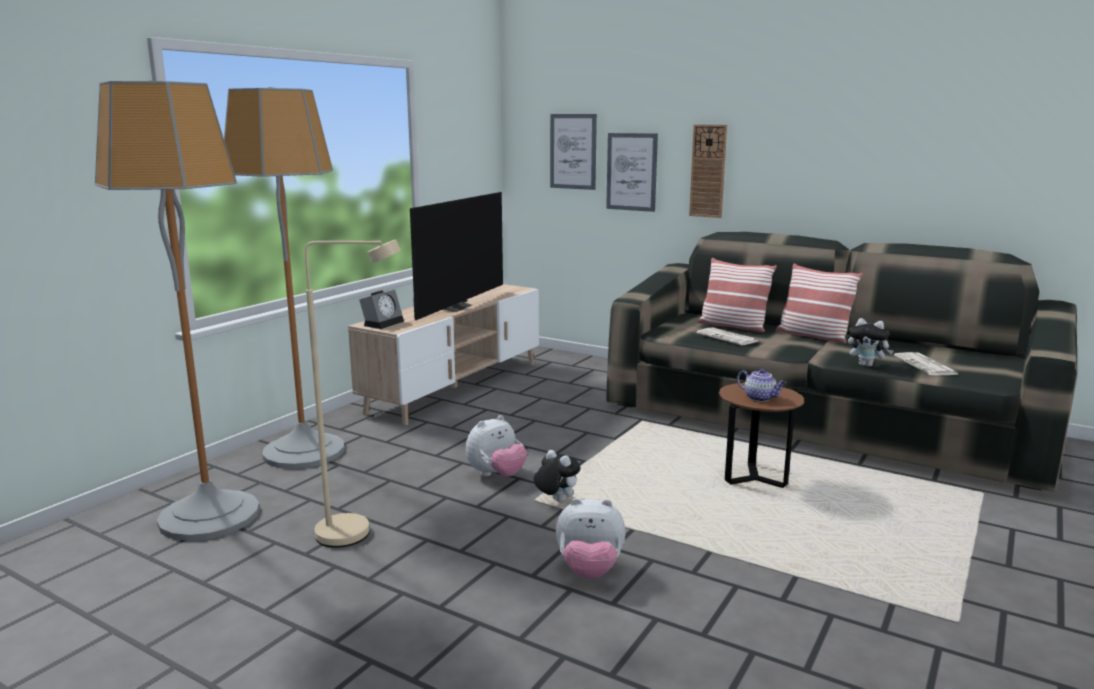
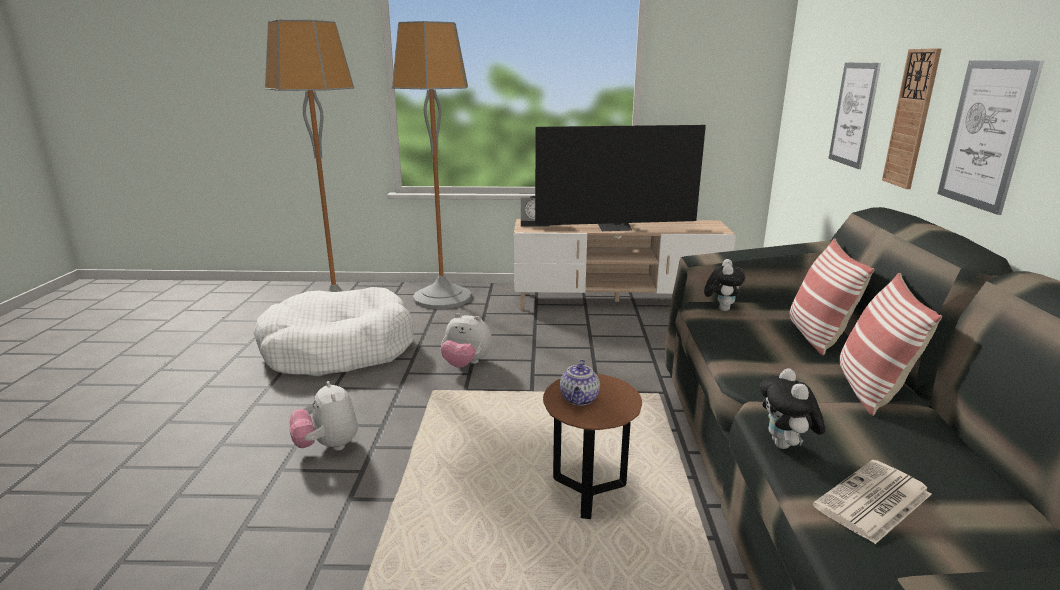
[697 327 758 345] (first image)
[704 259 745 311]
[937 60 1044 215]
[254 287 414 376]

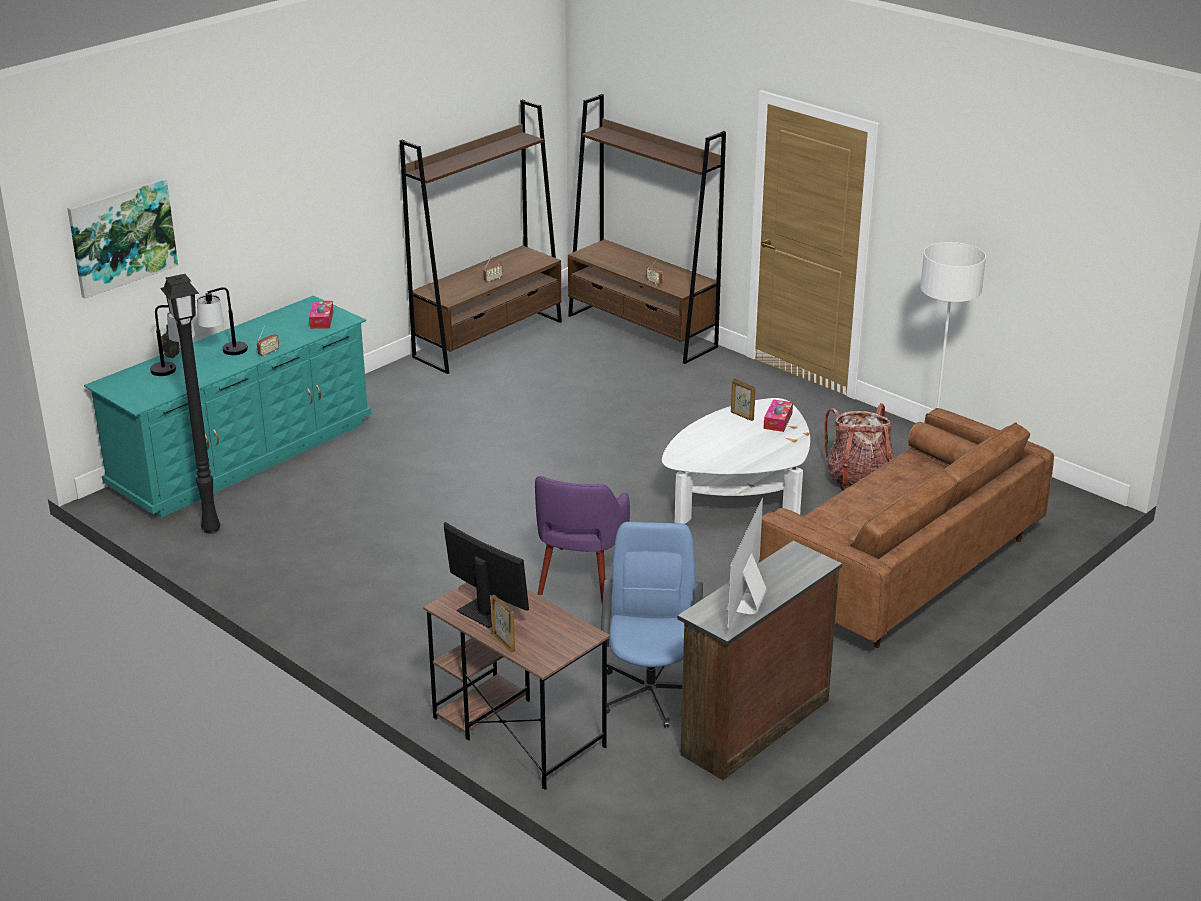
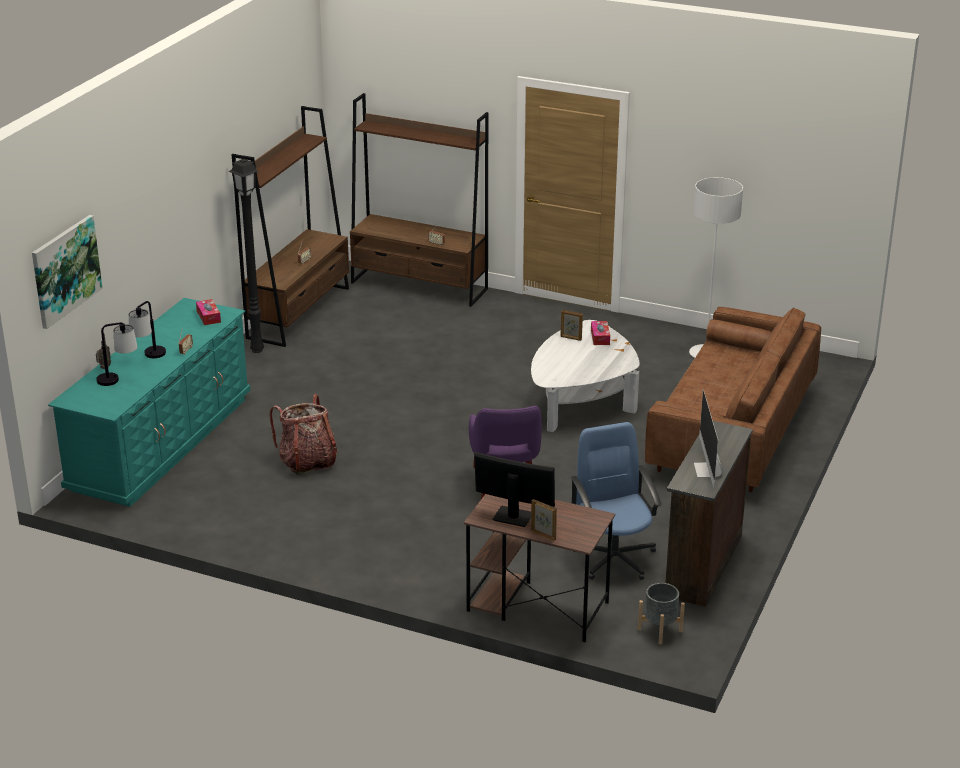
[638 583 685 644]
[228 159 264 353]
[270 394 338 475]

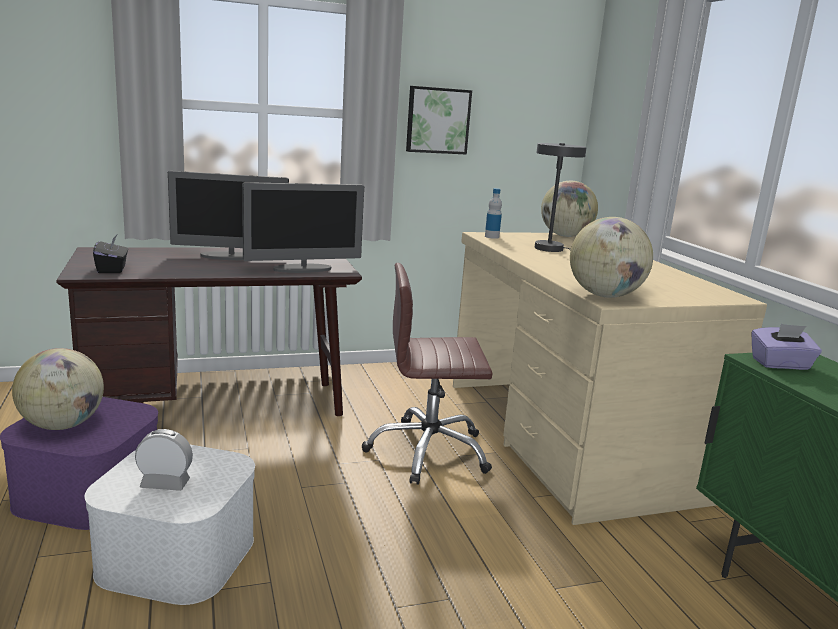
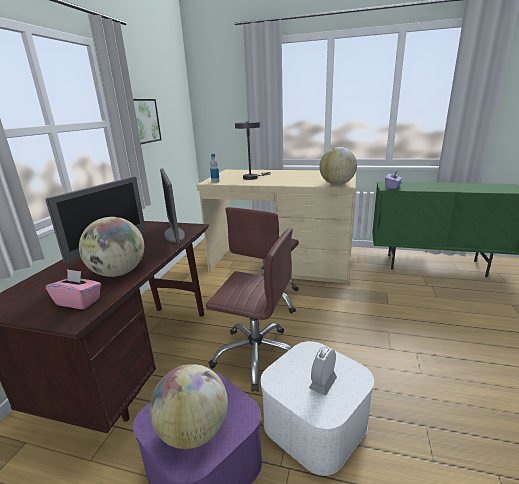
[206 228 293 392]
[79 217 144 277]
[46 269 101 309]
[160 169 185 243]

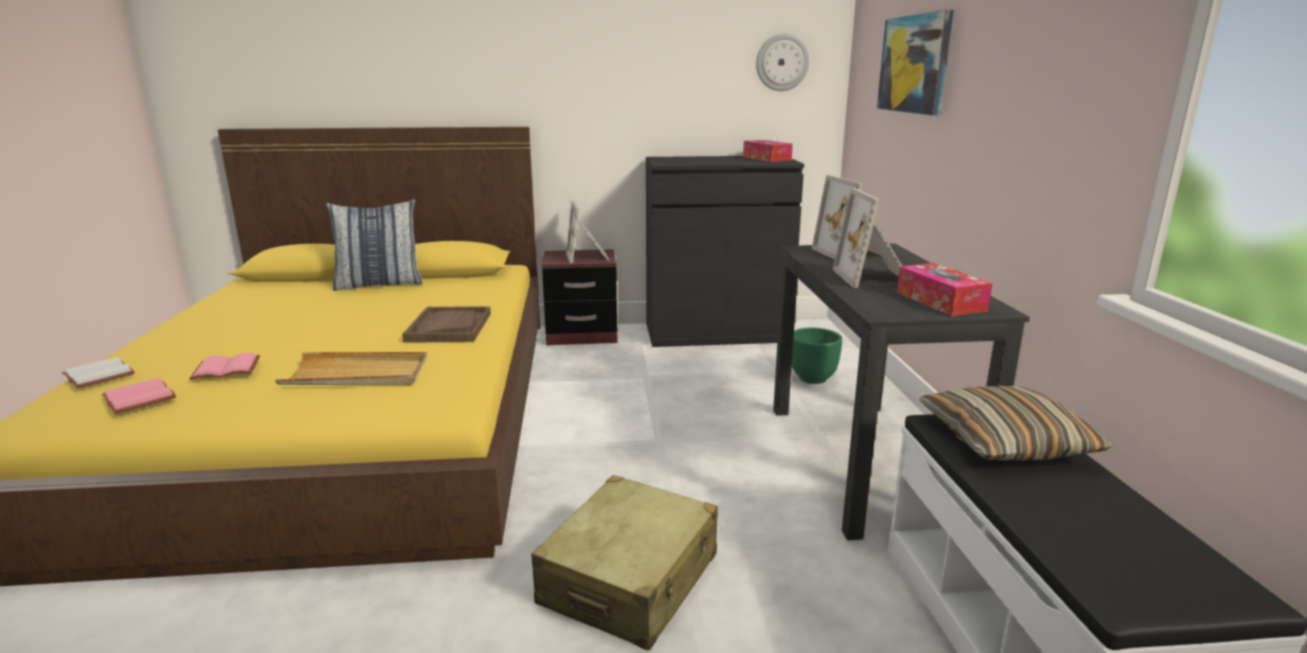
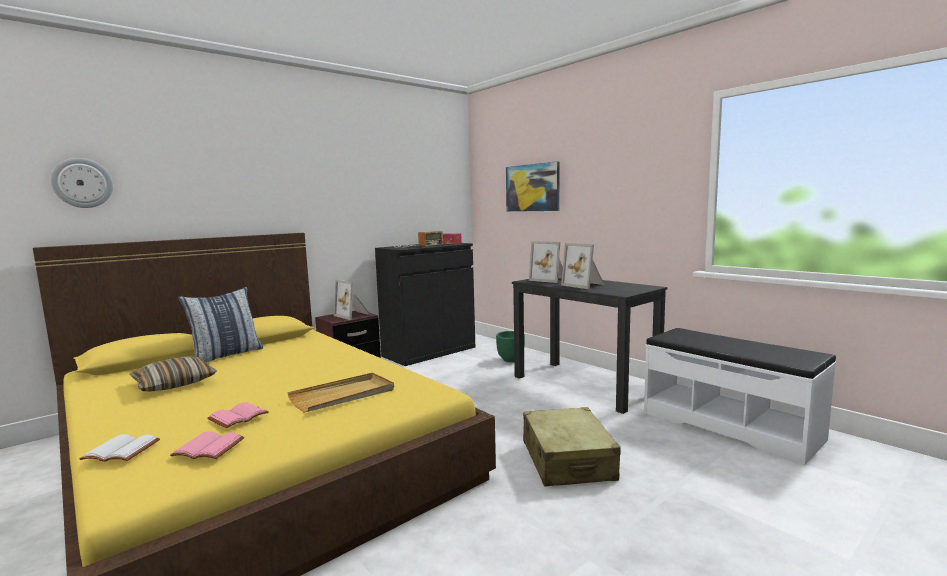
[402 306 491 343] (first image)
[897 263 993 316] (first image)
[394 231 443 248]
[50 158 113 208]
[129 356 216 392]

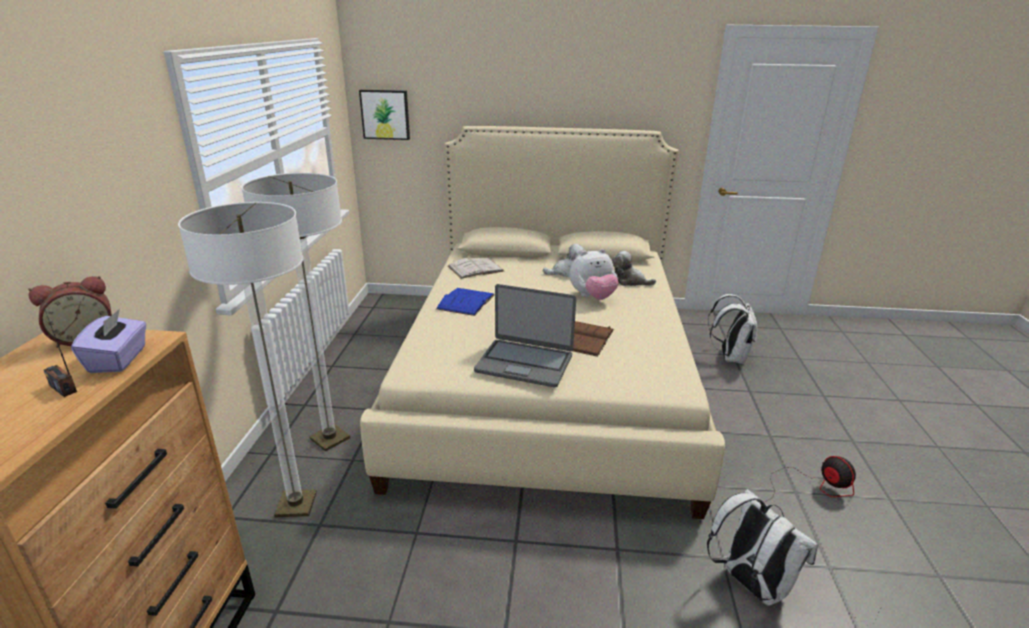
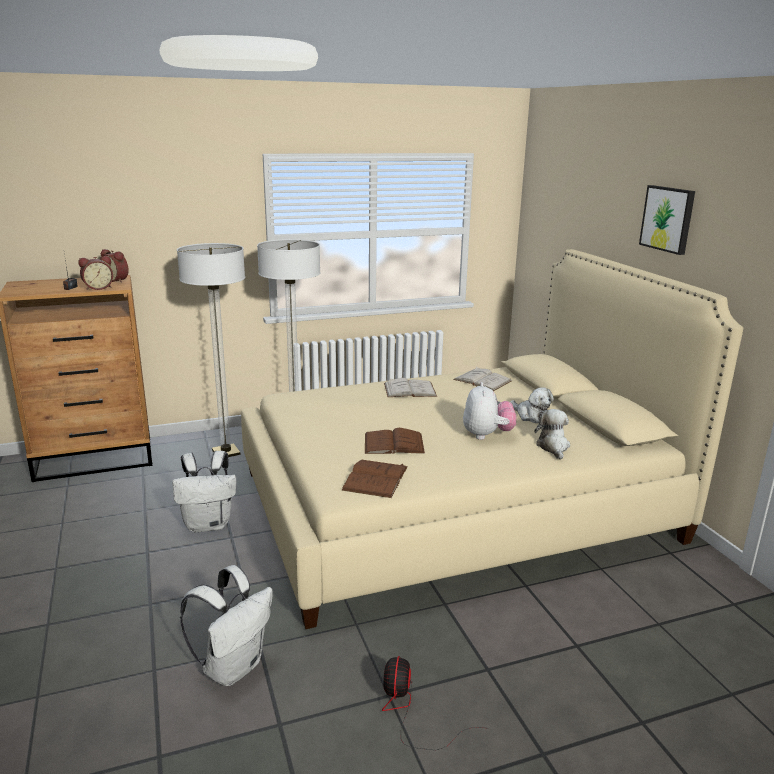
[474 284 576 387] (first image)
[342 459 408 498]
[639 185 695 255]
[172 451 237 533]
[78 256 113 290]
[384 378 437 397]
[463 382 516 440]
[382 656 484 750]

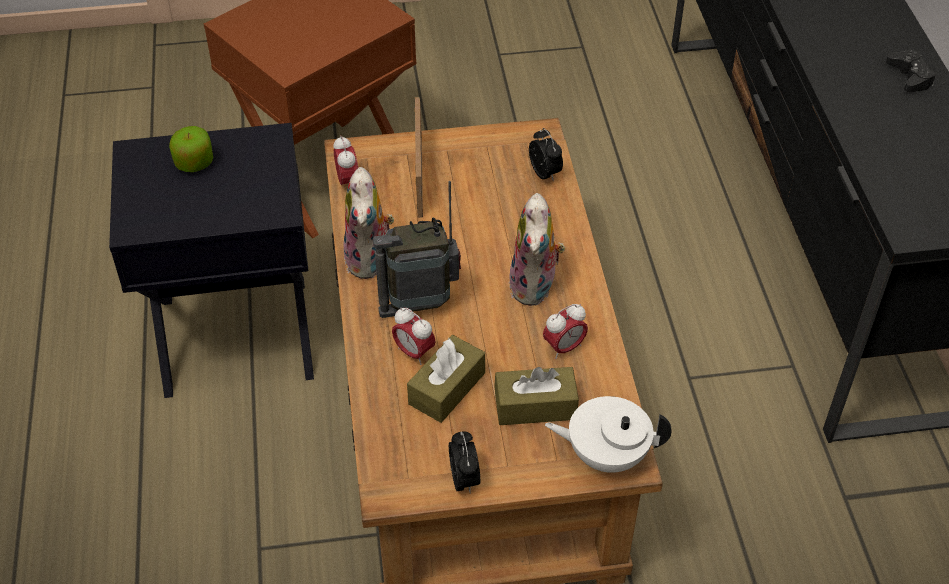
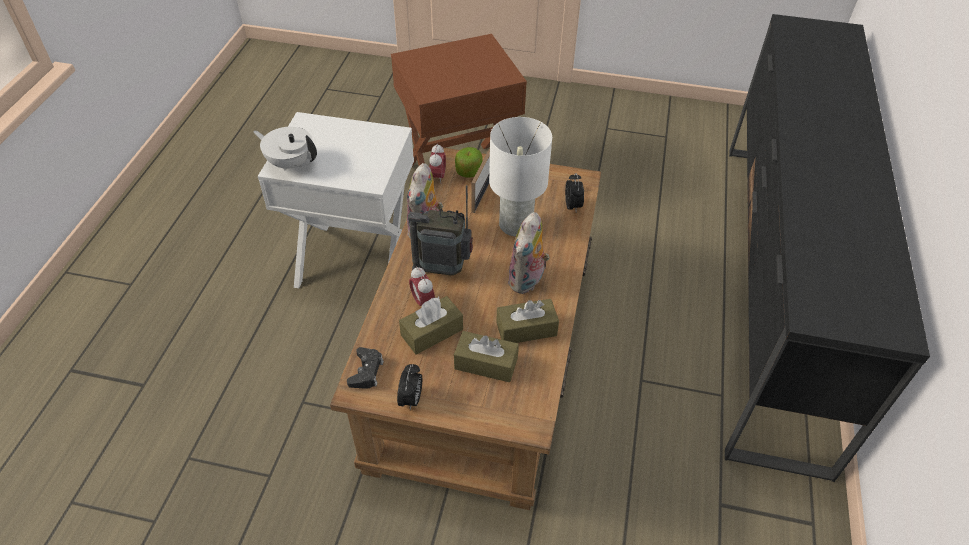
[489 117 552 236]
[455 147 483 178]
[253 127 317 171]
[347 347 384 389]
[496 299 559 343]
[258 112 414 288]

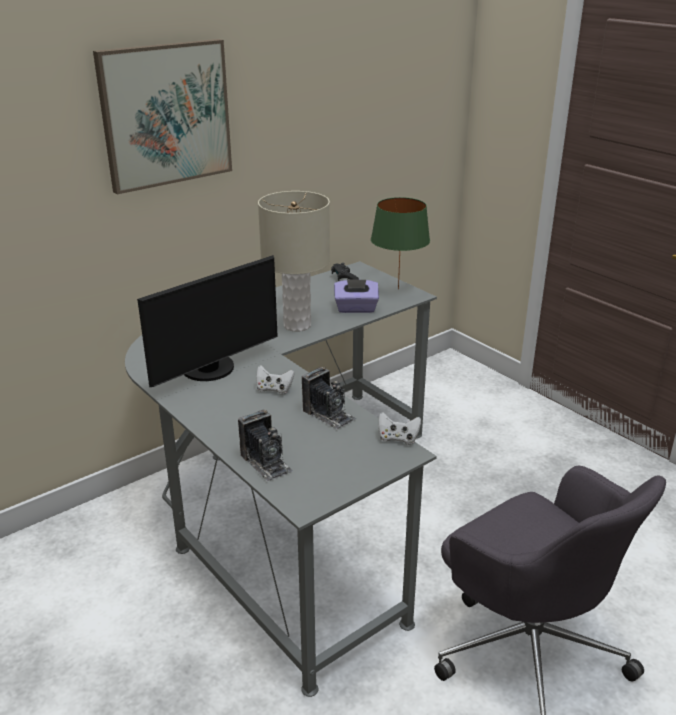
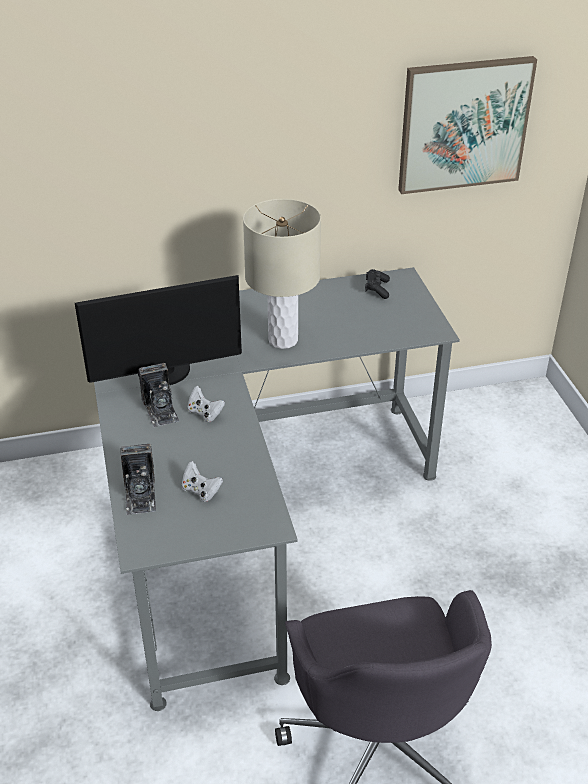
[334 279 379 313] (first image)
[371 197 430 289] (first image)
[398 56 537 194]
[138 363 179 427]
[182 461 223 502]

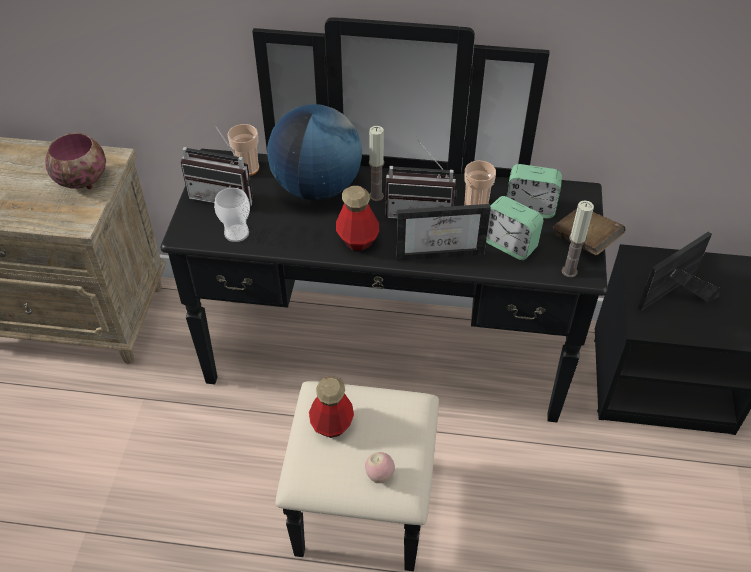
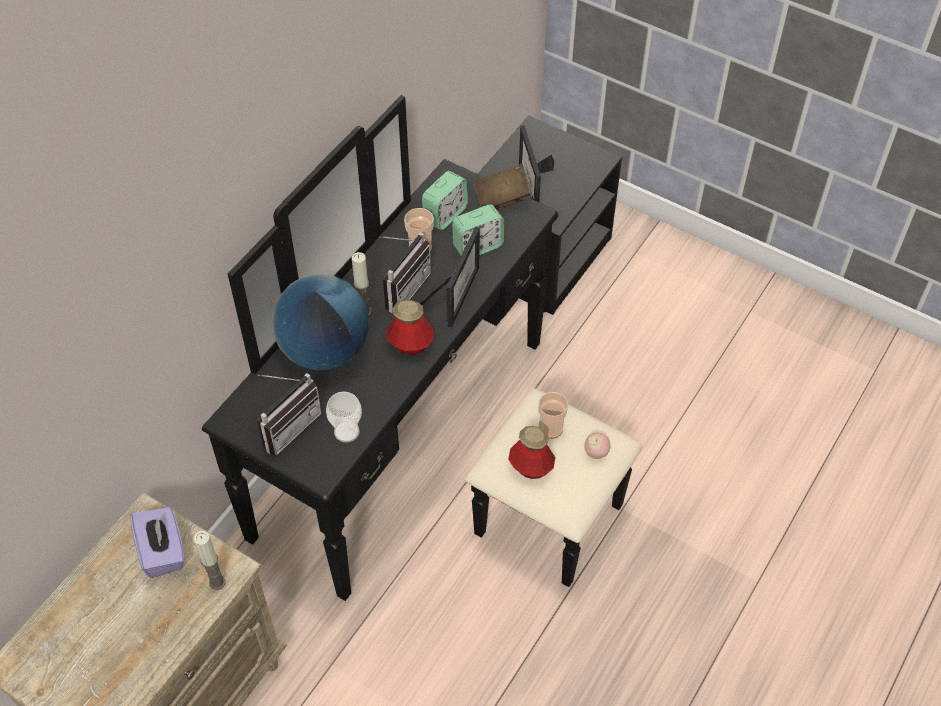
[538 392 568 439]
[193 531 226 590]
[130 507 185 578]

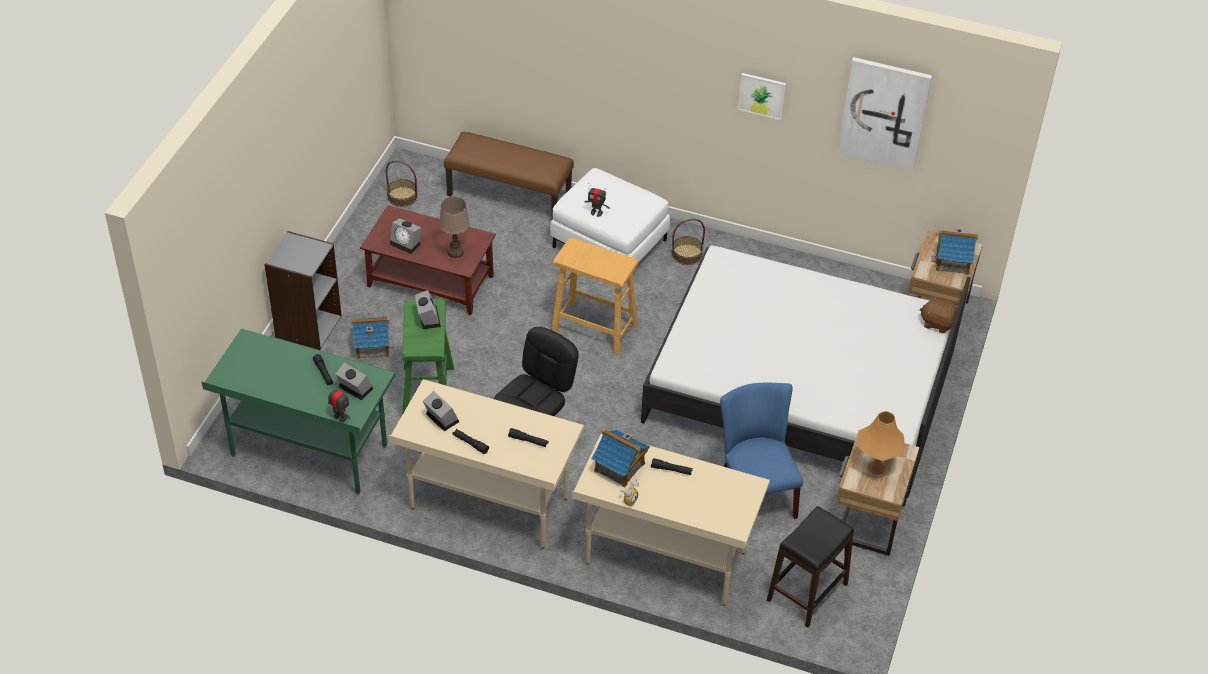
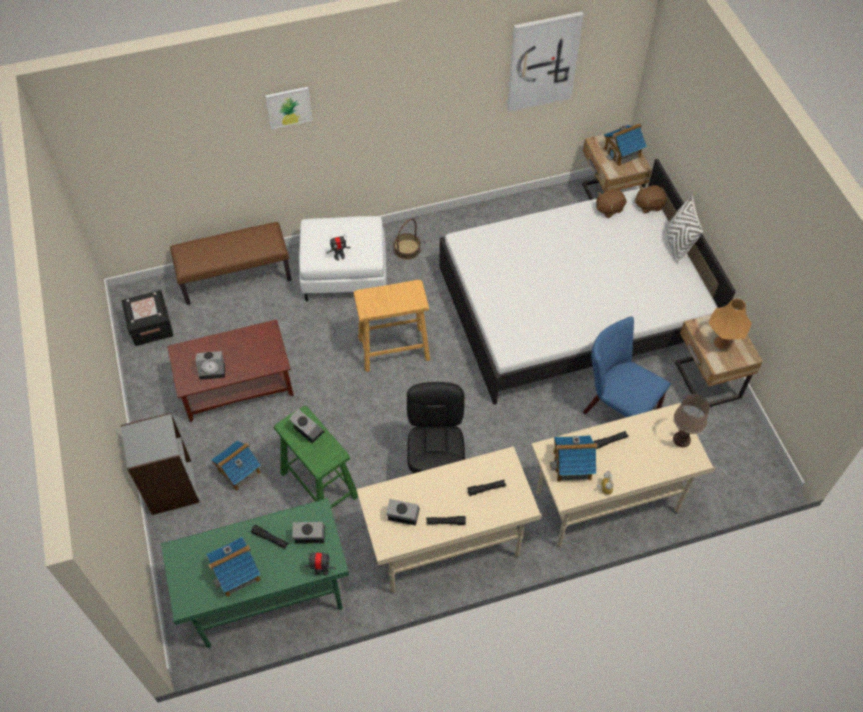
[767 506 854 628] (first image)
[206 537 260 597]
[596 188 627 218]
[666 195 703 263]
[673 394 710 447]
[265 87 313 129]
[122 290 173 346]

